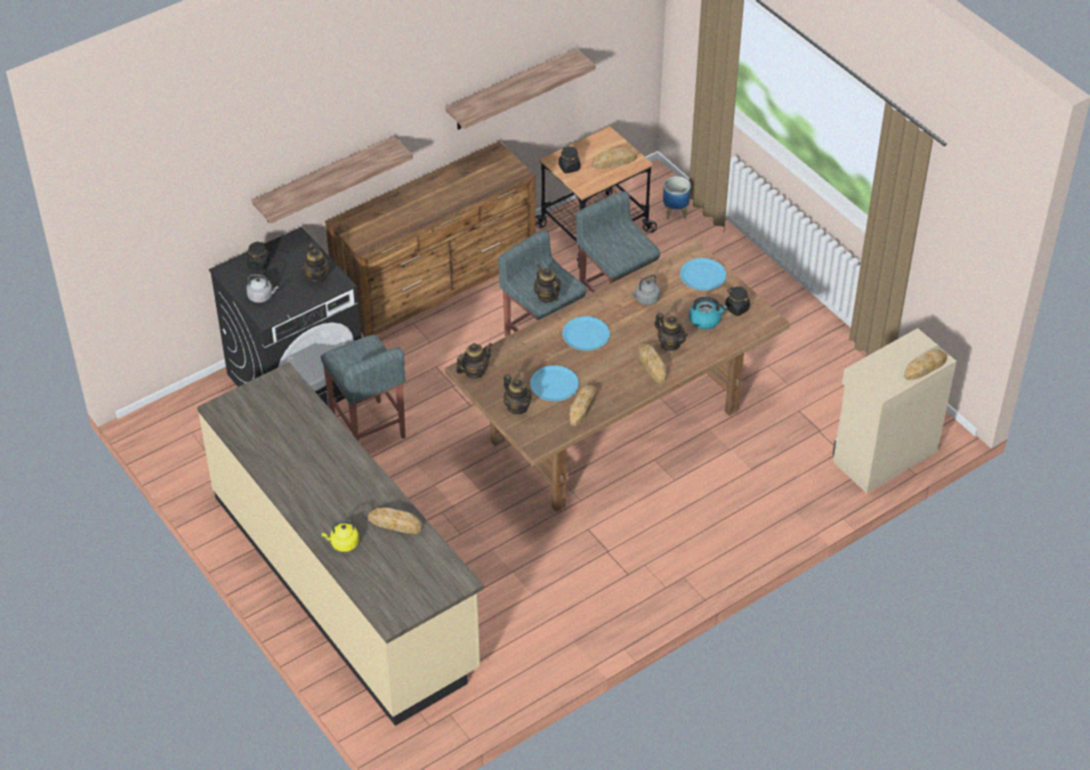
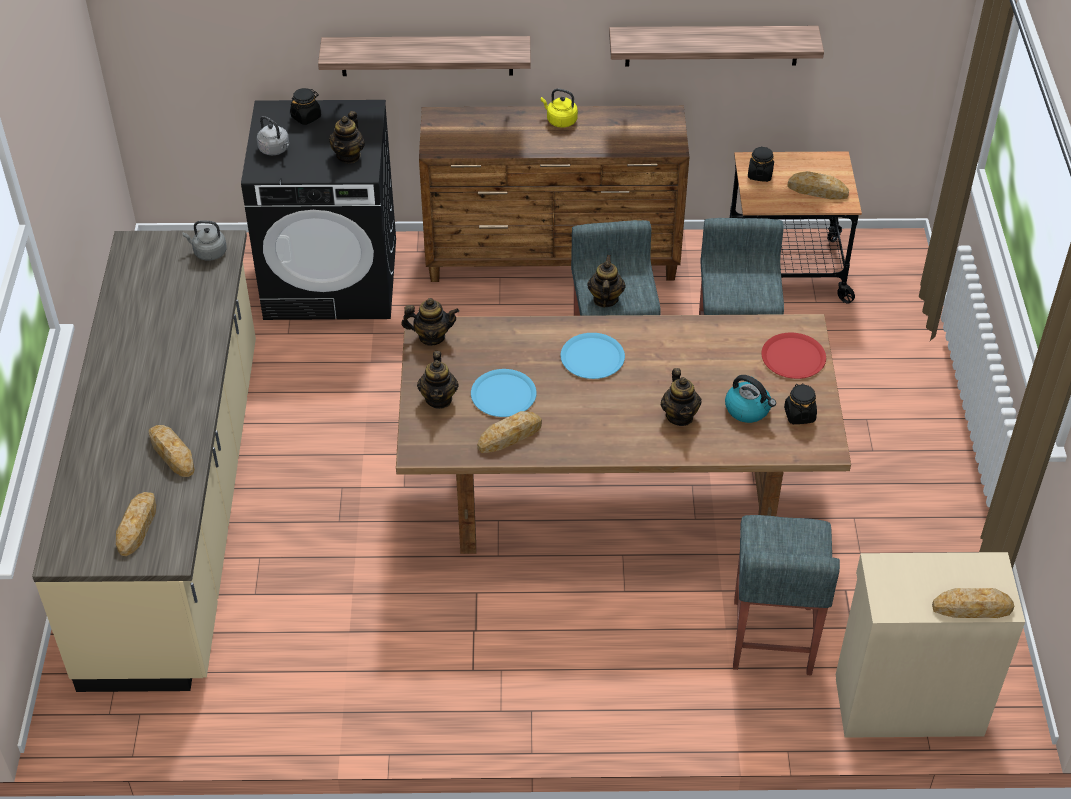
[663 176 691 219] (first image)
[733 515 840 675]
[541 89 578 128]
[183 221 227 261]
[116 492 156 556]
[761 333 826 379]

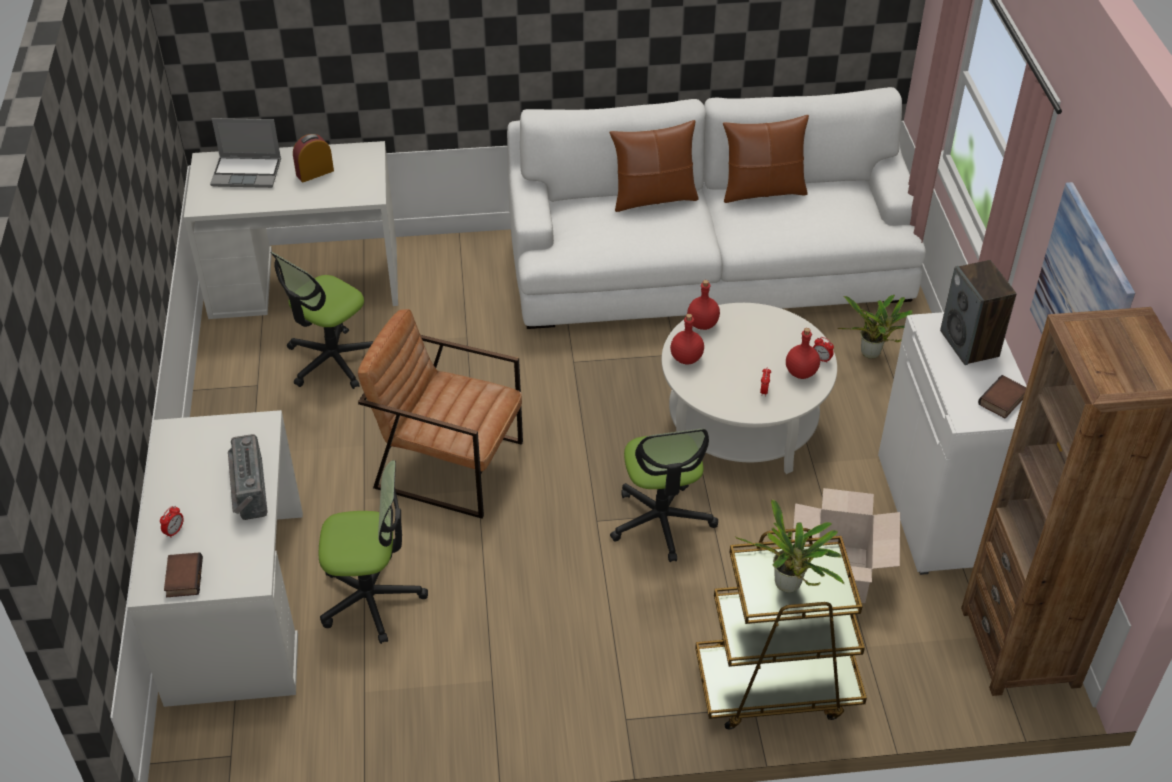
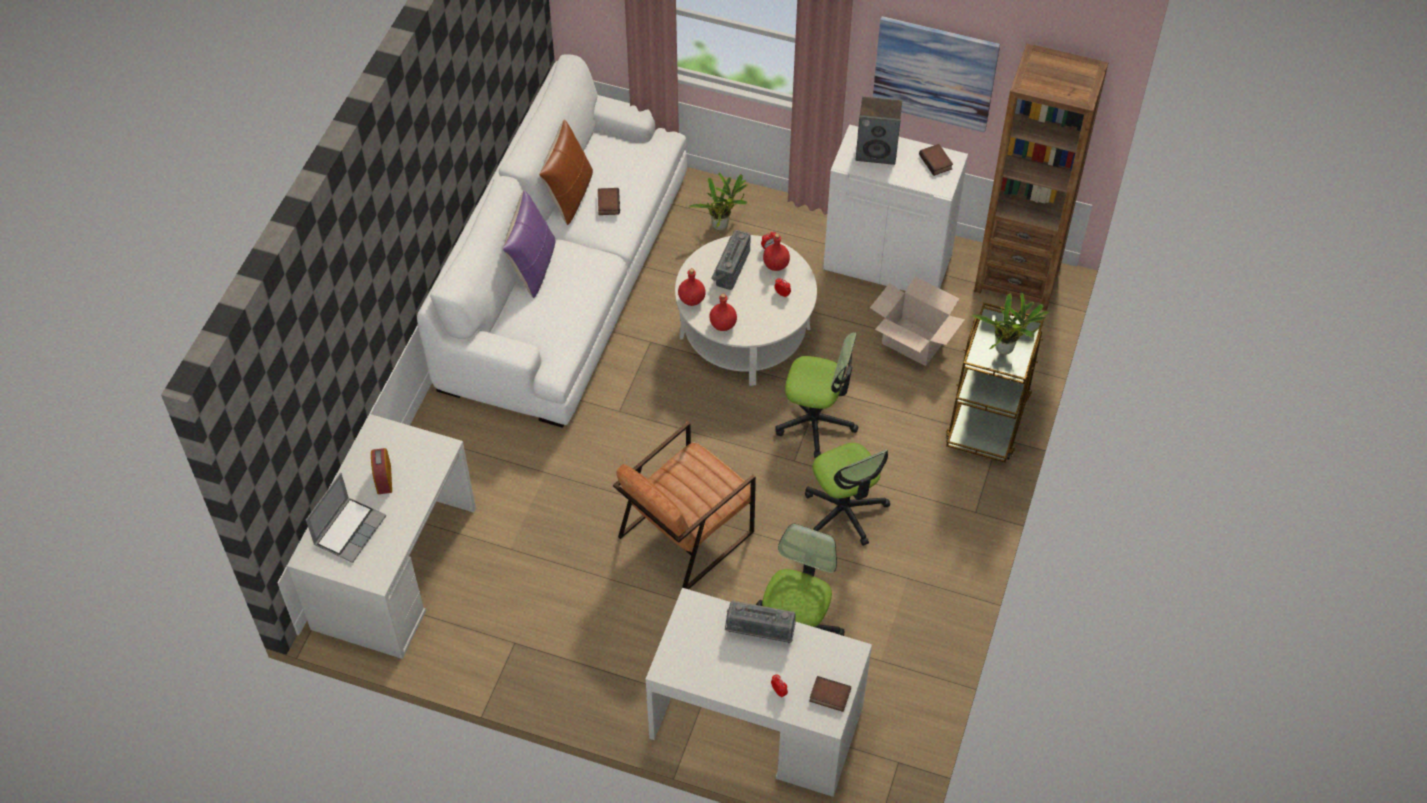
[598 188 620 215]
[711 230 751 290]
[805 443 890 546]
[503 190 555 298]

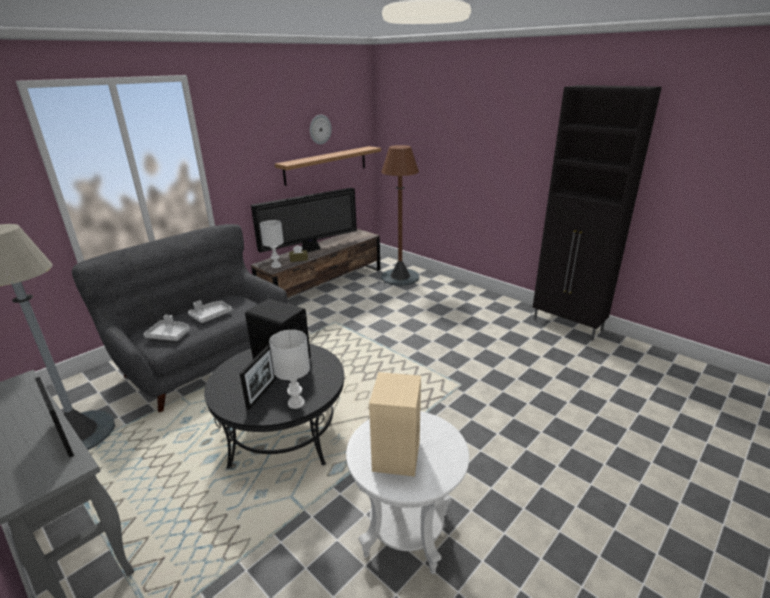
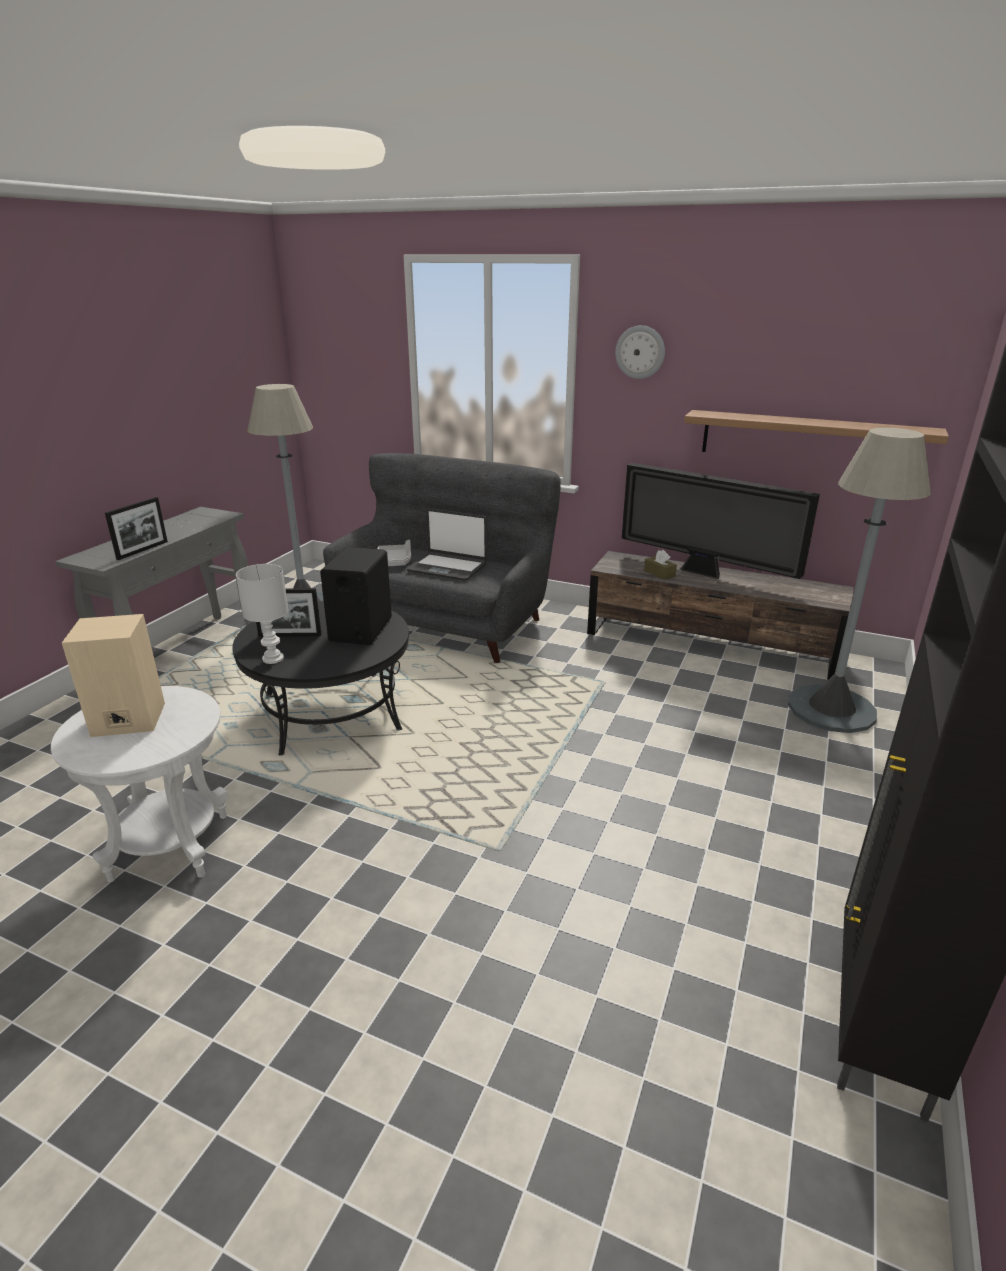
[260 220 284 268] (first image)
[615 325 665 379]
[407 509 487 581]
[788 428 931 733]

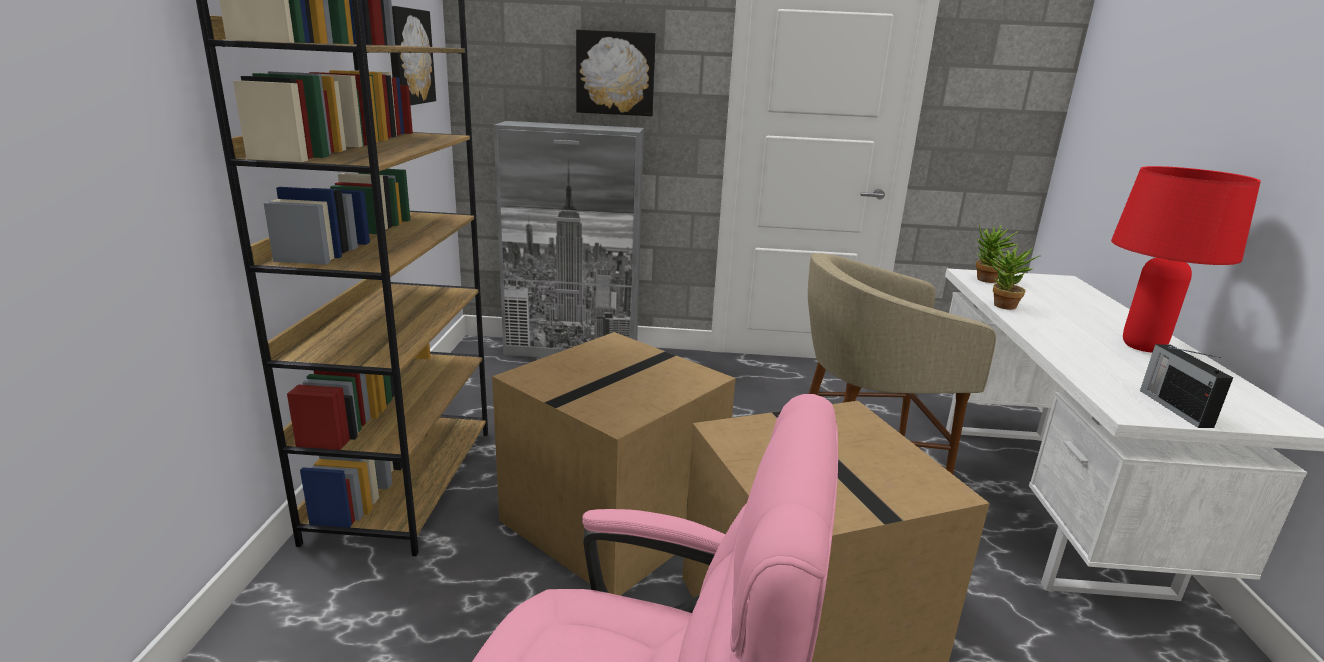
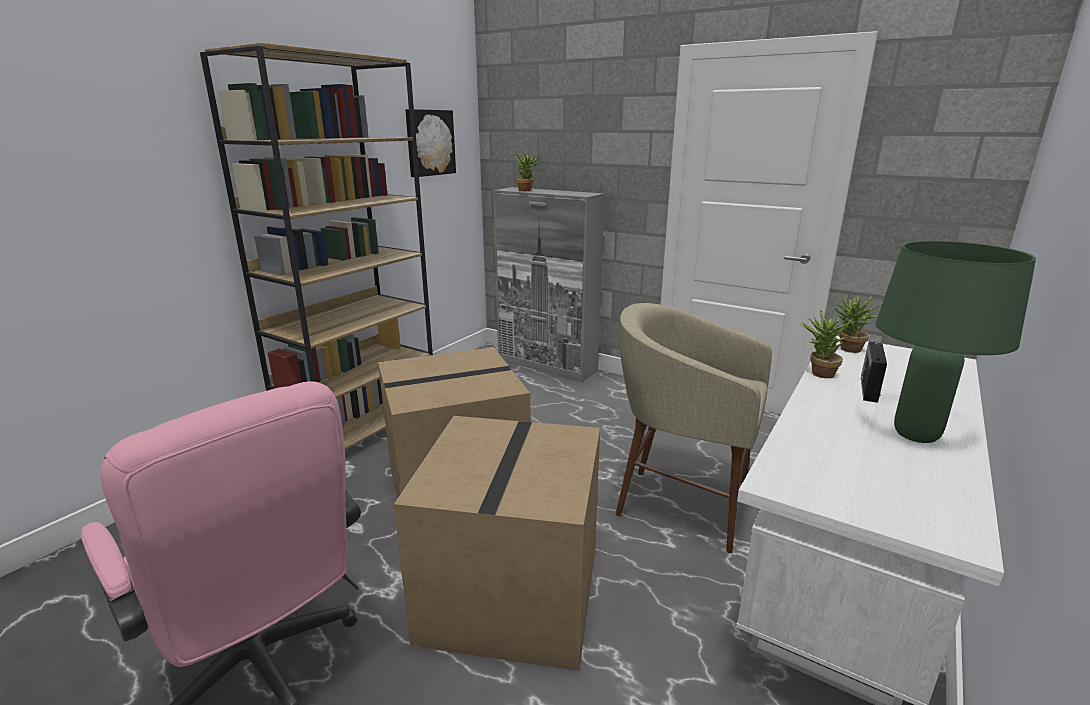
[576 30 656 116] (first image)
[515 153 540 191]
[861 342 887 403]
[876 240 1036 443]

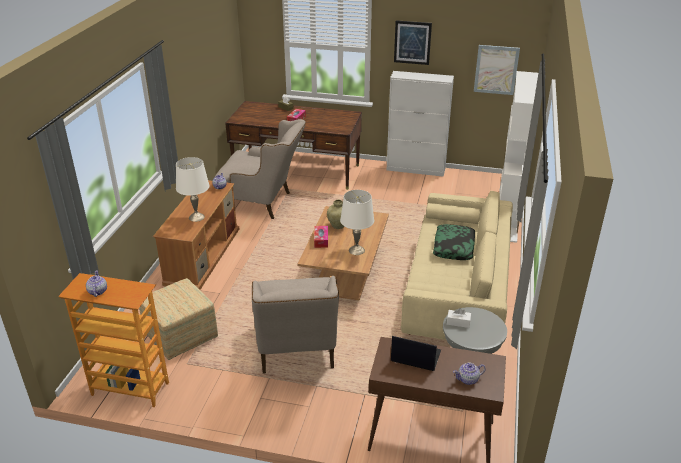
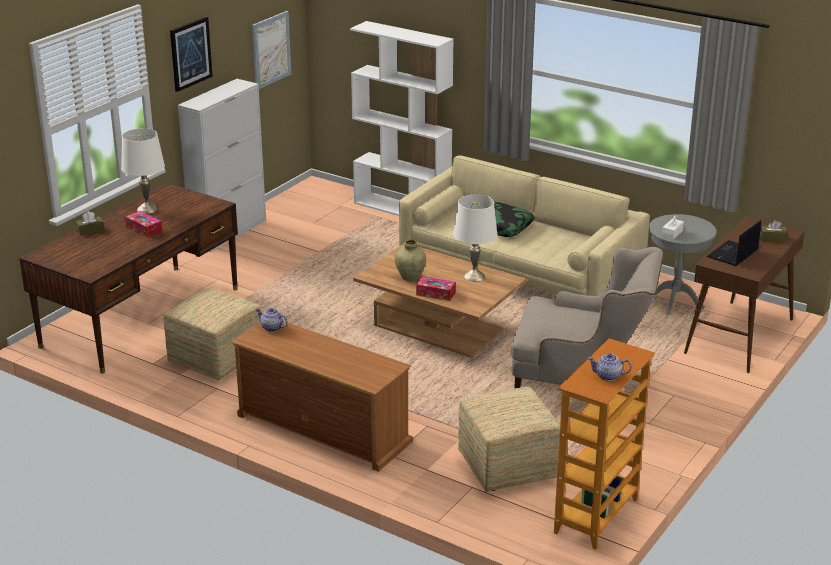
[121 128 165 214]
[164 287 261 380]
[760 220 787 242]

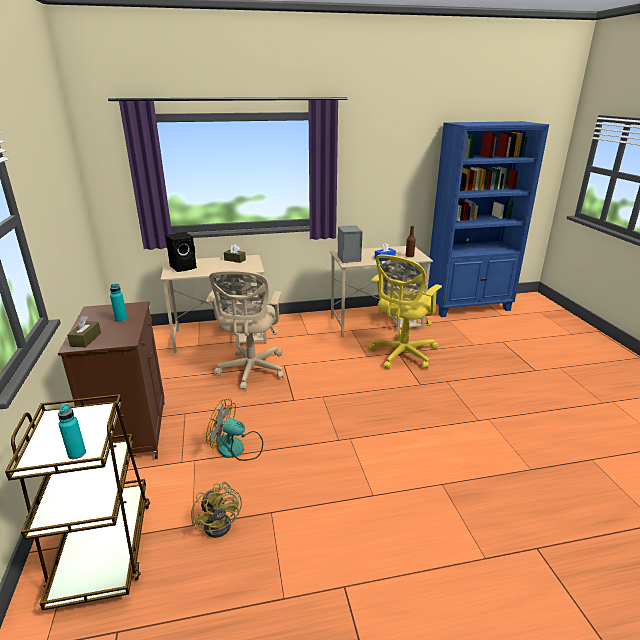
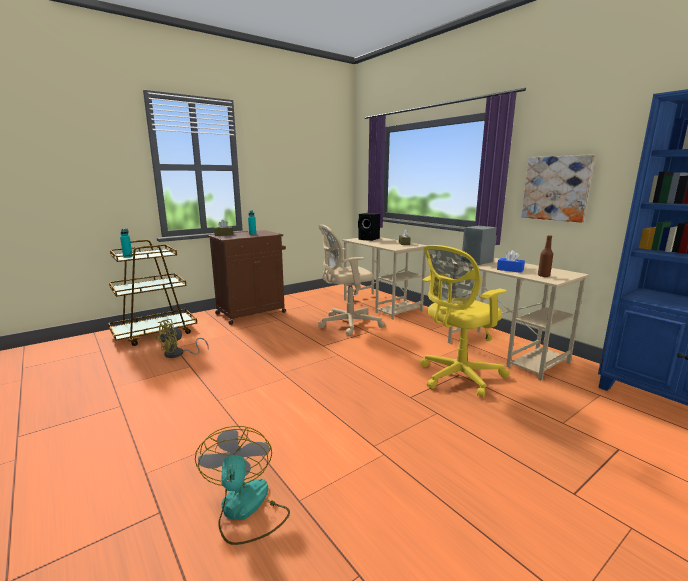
[521 155 595 223]
[195 426 290 545]
[420 245 509 398]

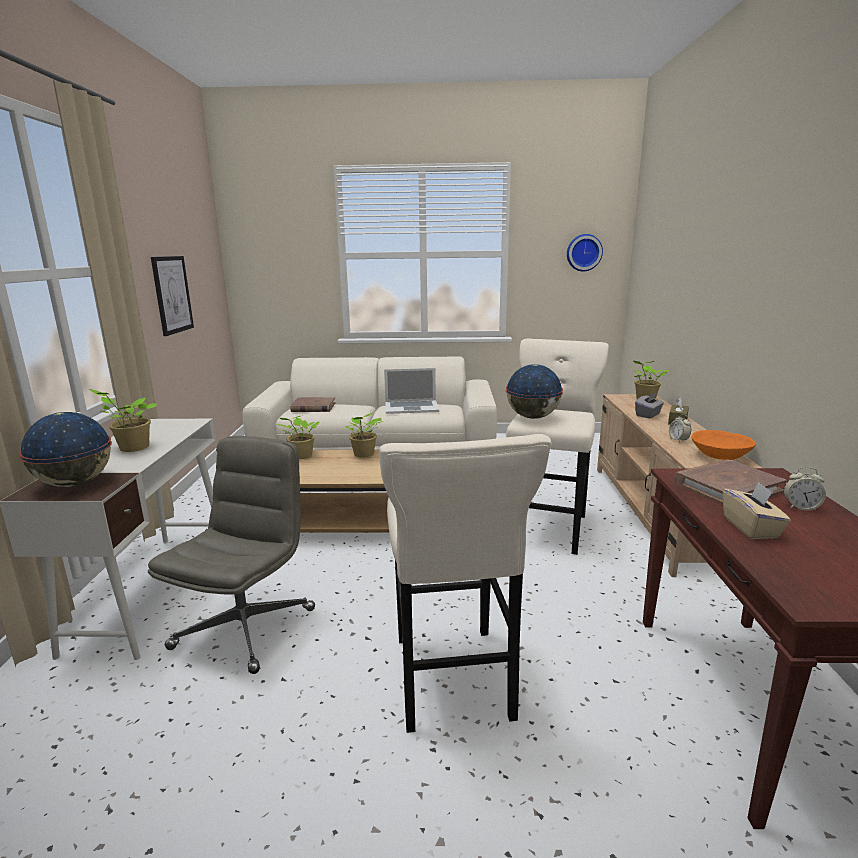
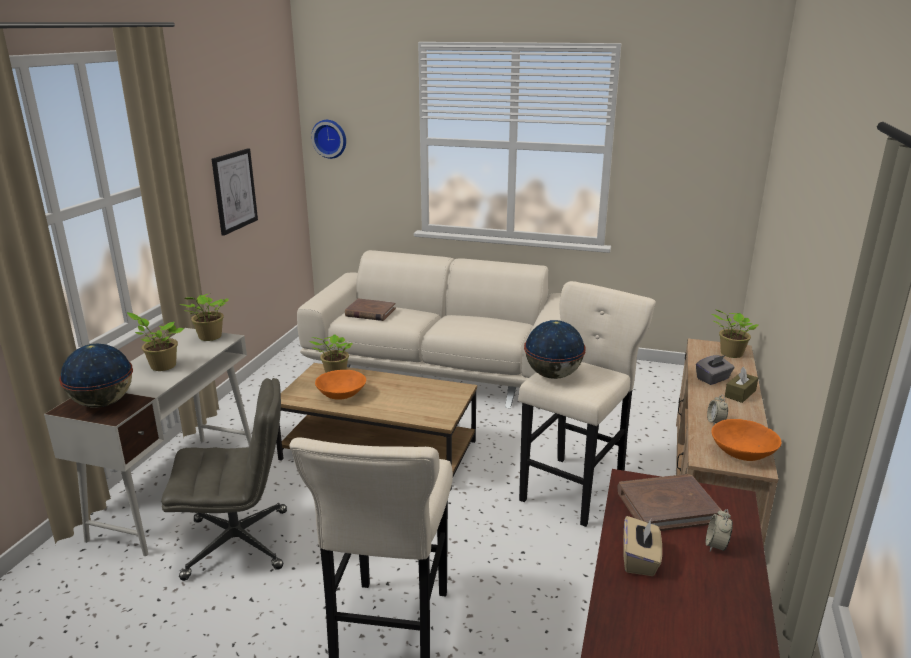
[384 368 439 414] (first image)
[315 370 366 400]
[180 293 229 341]
[311 120 346 159]
[162 378 287 581]
[706 509 733 552]

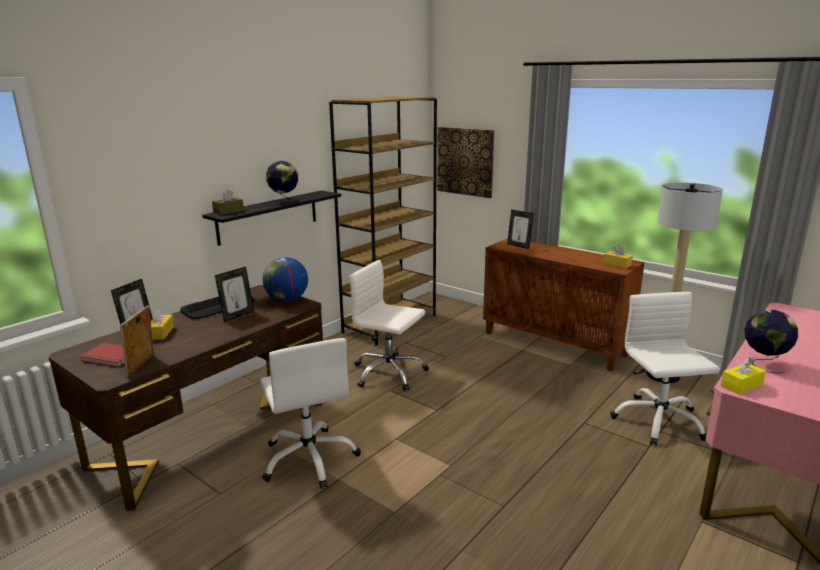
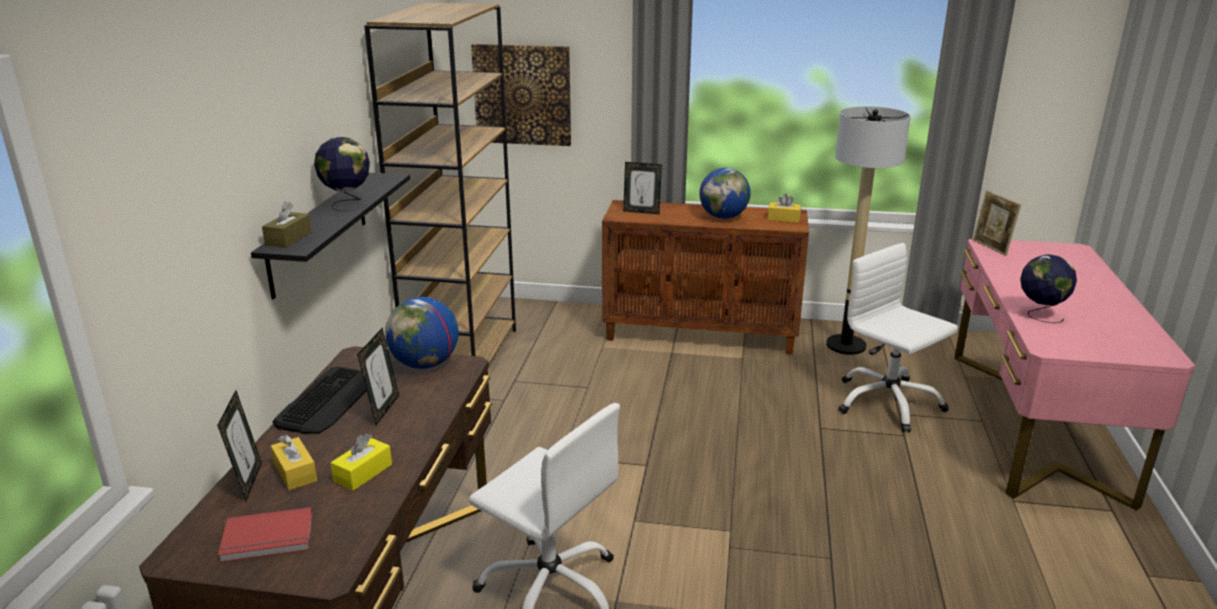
[349 260 429 391] (first image)
[699 168 751 219]
[973 190 1021 256]
[330 433 392 491]

